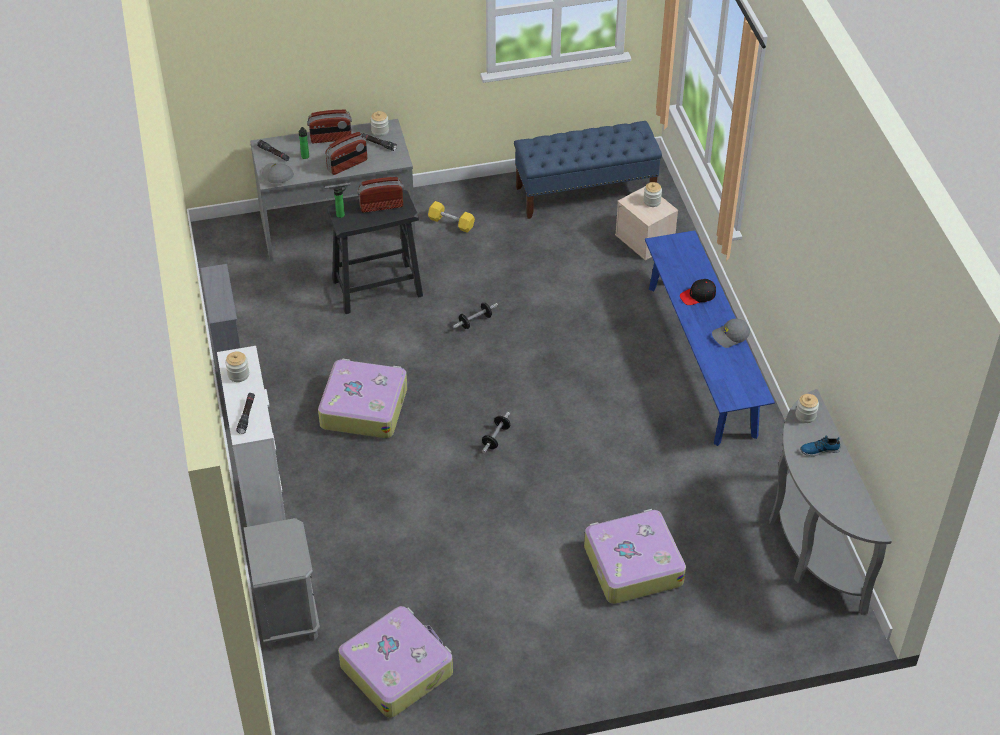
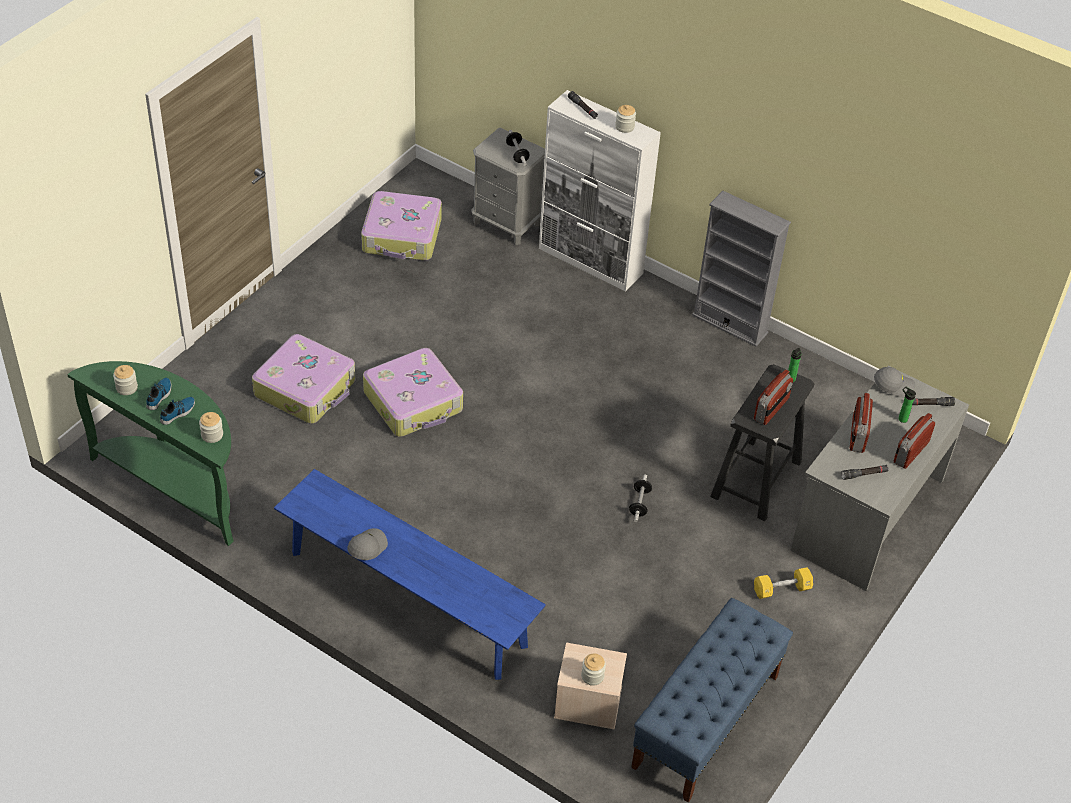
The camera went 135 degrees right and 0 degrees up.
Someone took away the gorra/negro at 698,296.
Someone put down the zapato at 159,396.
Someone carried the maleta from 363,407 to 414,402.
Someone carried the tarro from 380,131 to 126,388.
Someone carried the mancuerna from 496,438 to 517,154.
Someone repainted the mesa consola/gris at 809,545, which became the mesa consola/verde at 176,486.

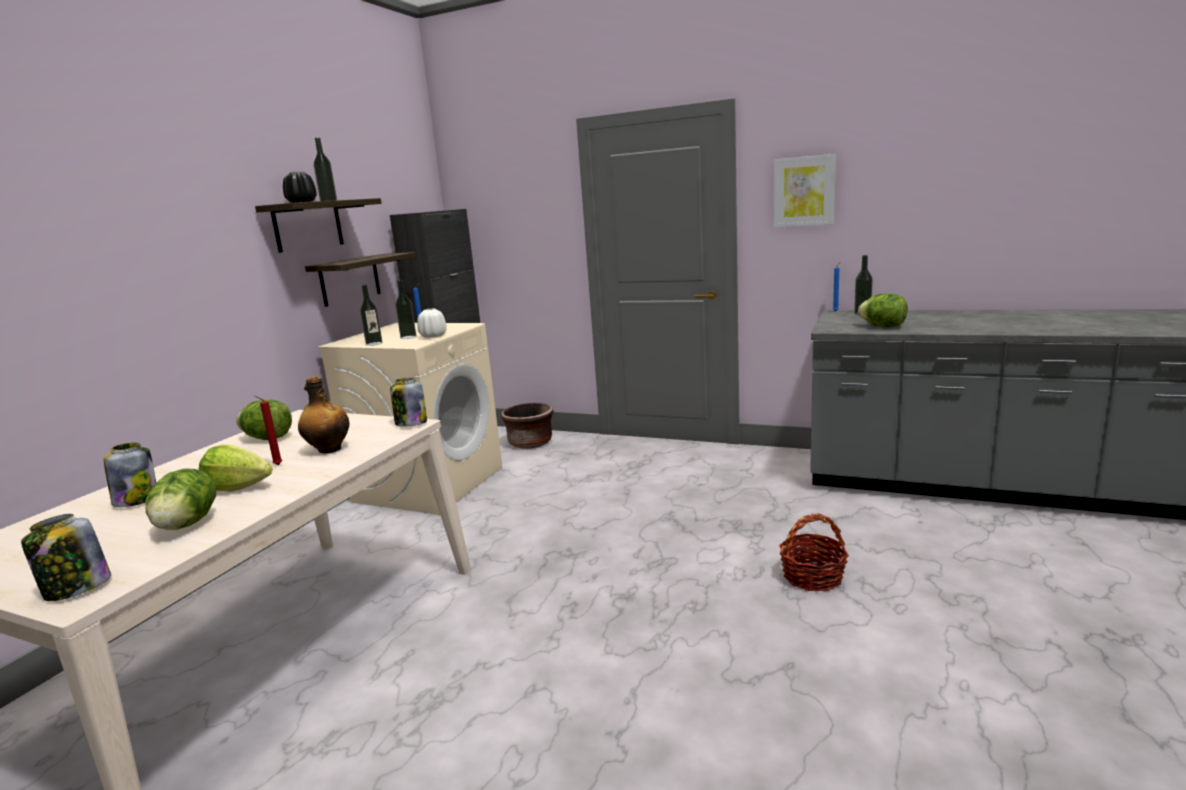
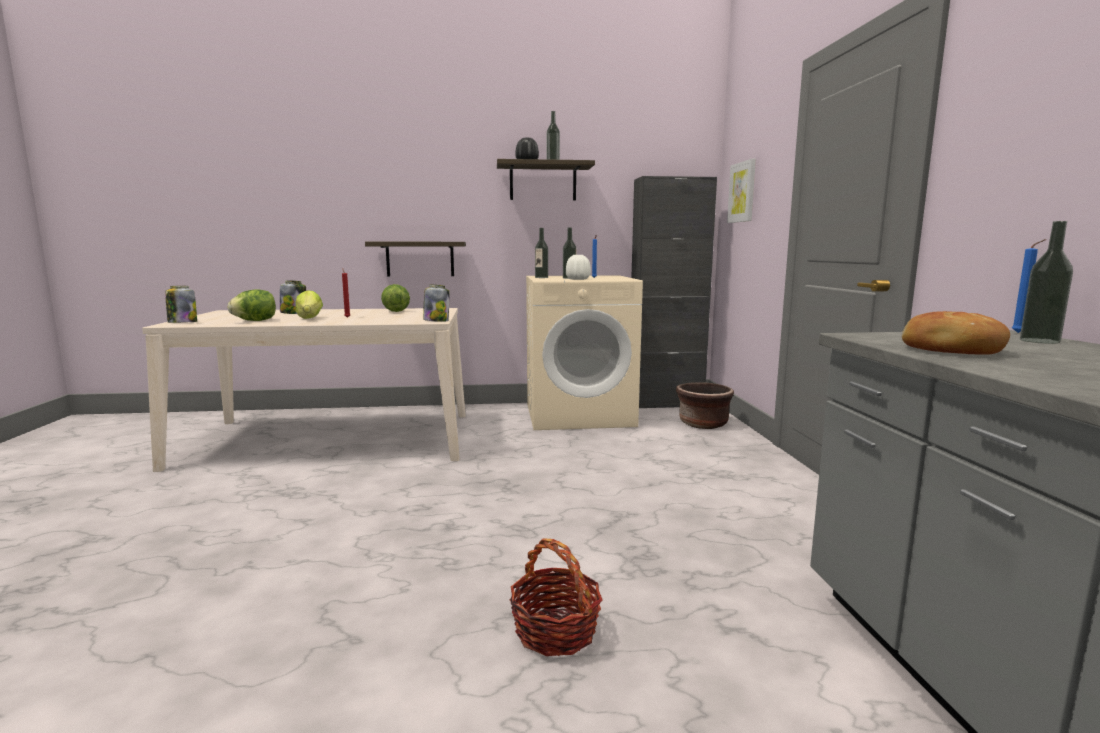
The camera went 60 degrees right and 5 degrees down.
Someone took away the botella at 328,449.
Someone carried the estante from 350,279 to 420,259.
Someone carried the cuadro from 804,191 to 742,192.
Someone swapped the lechuga at 883,327 for the pan at 950,350.

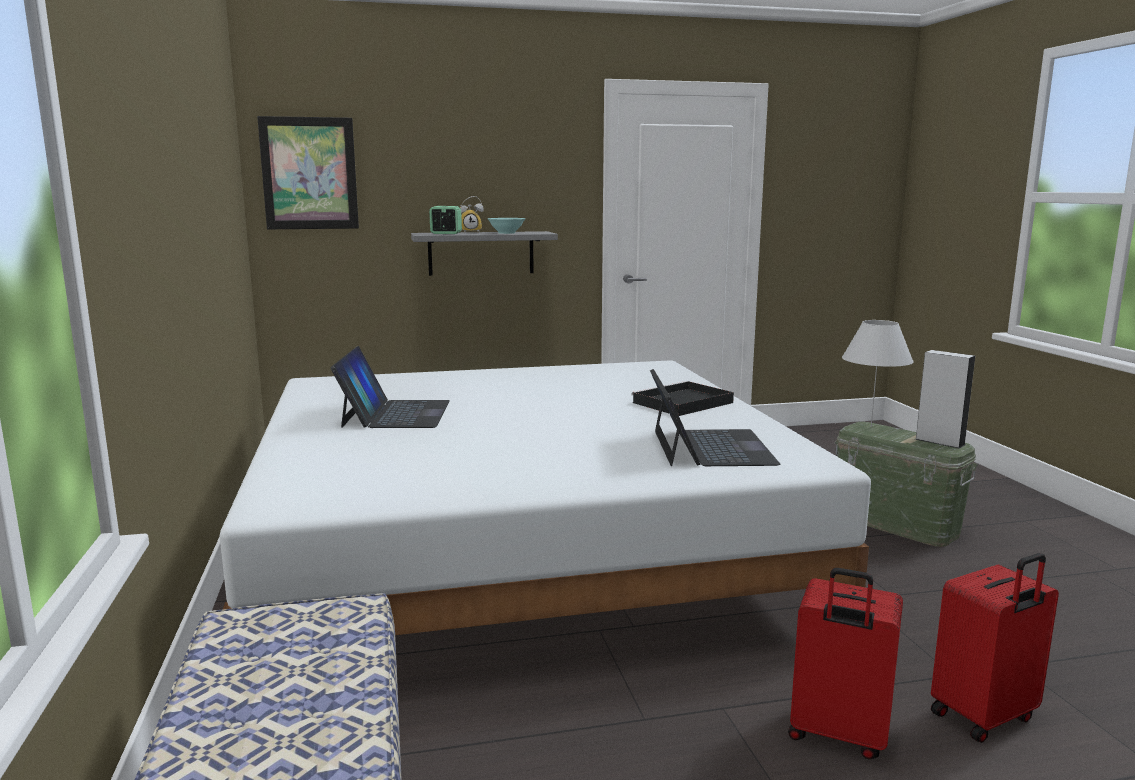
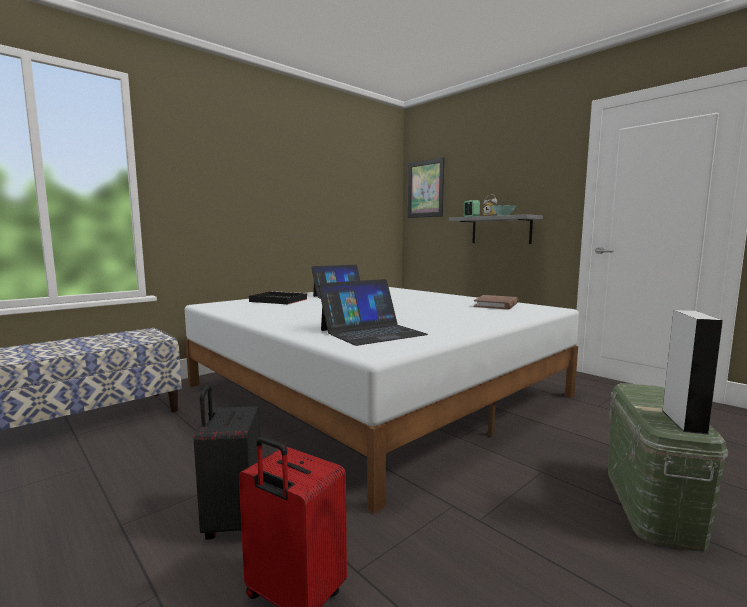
The camera went 60 degrees right and 5 degrees down.
Someone took away the lámpara de mesa/blanco at 870,427.
Someone put down the libro/marrón at 496,305.
Someone carried the bandeja/negro from 681,403 to 277,300.
Someone repainted the maleta/rojo at 837,735, which became the maleta/negro at 232,521.

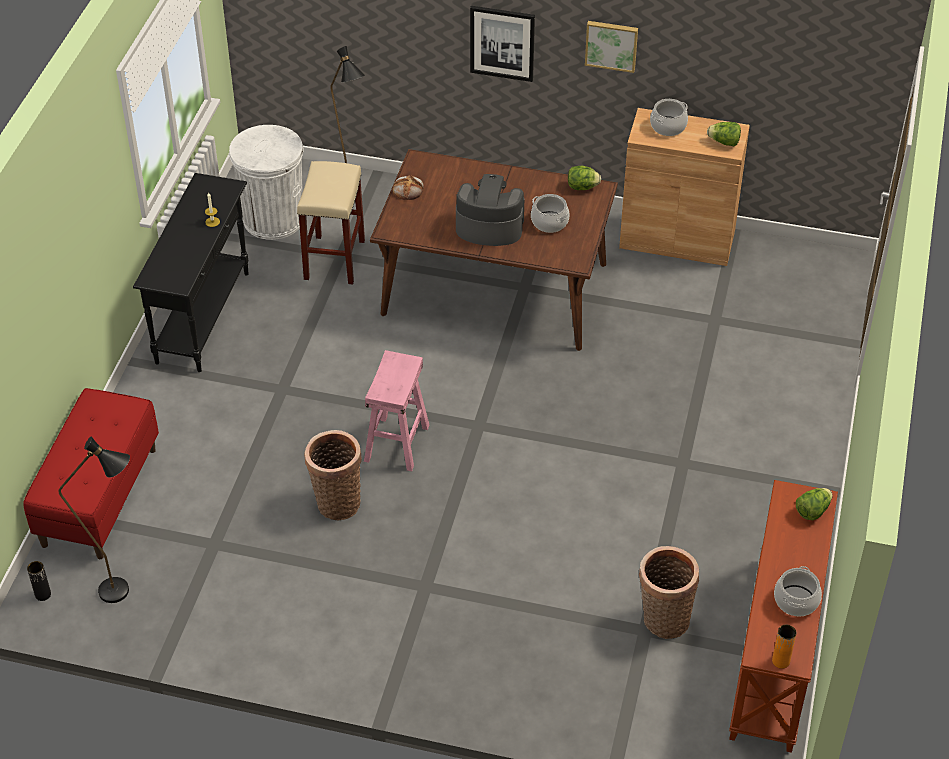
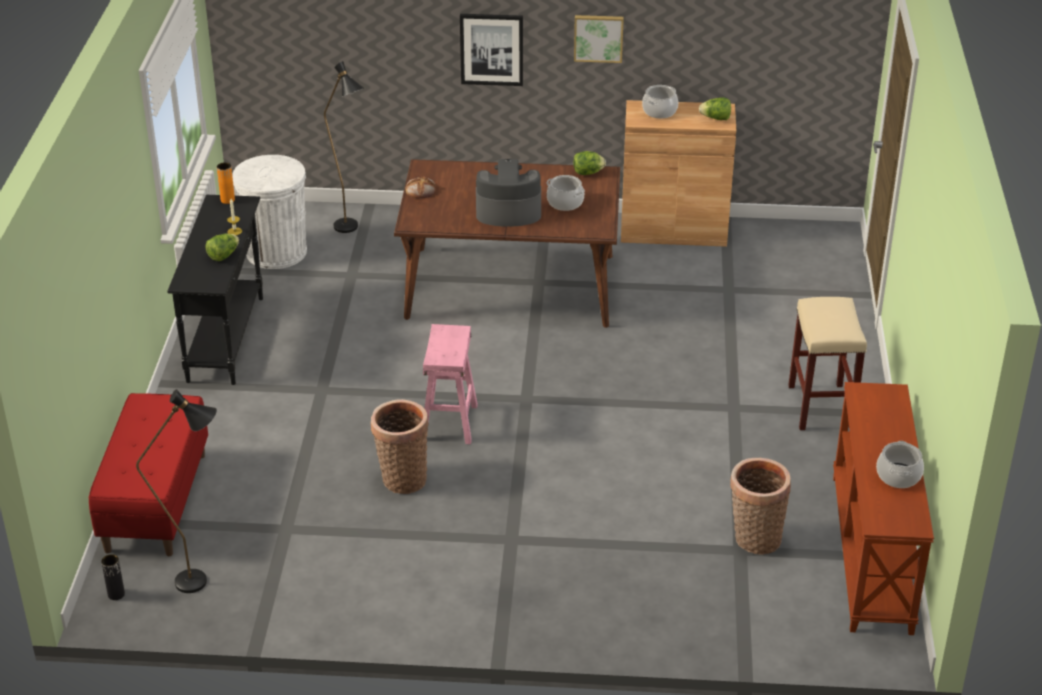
The camera went 10 degrees left and 10 degrees down.
Someone carried the taburete/beis from 334,259 to 820,406.
Someone carried the florero/naranja from 781,661 to 227,200.
Someone carried the lechuga from 812,511 to 223,255.

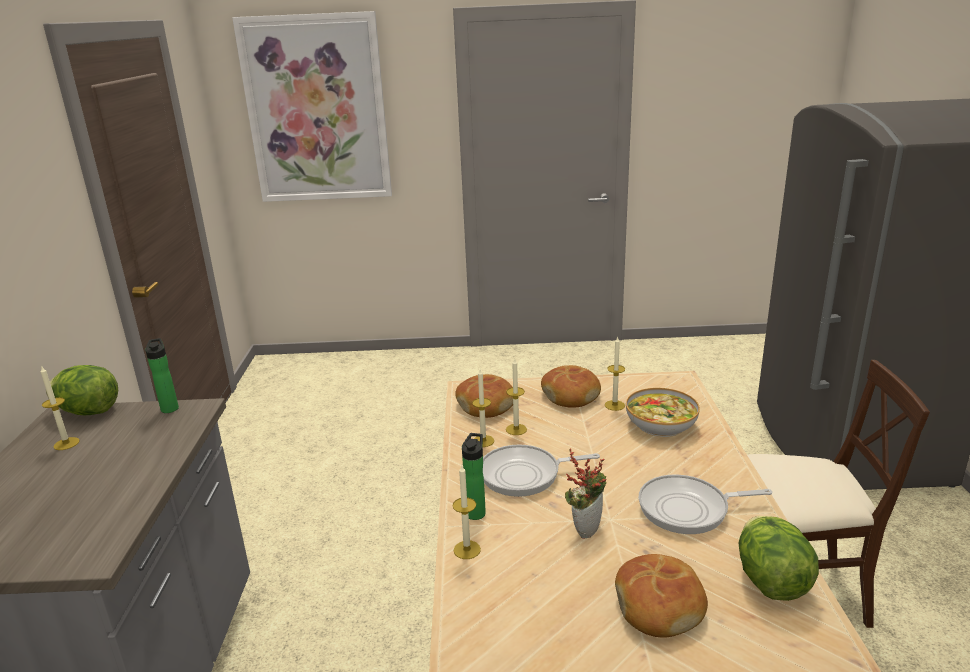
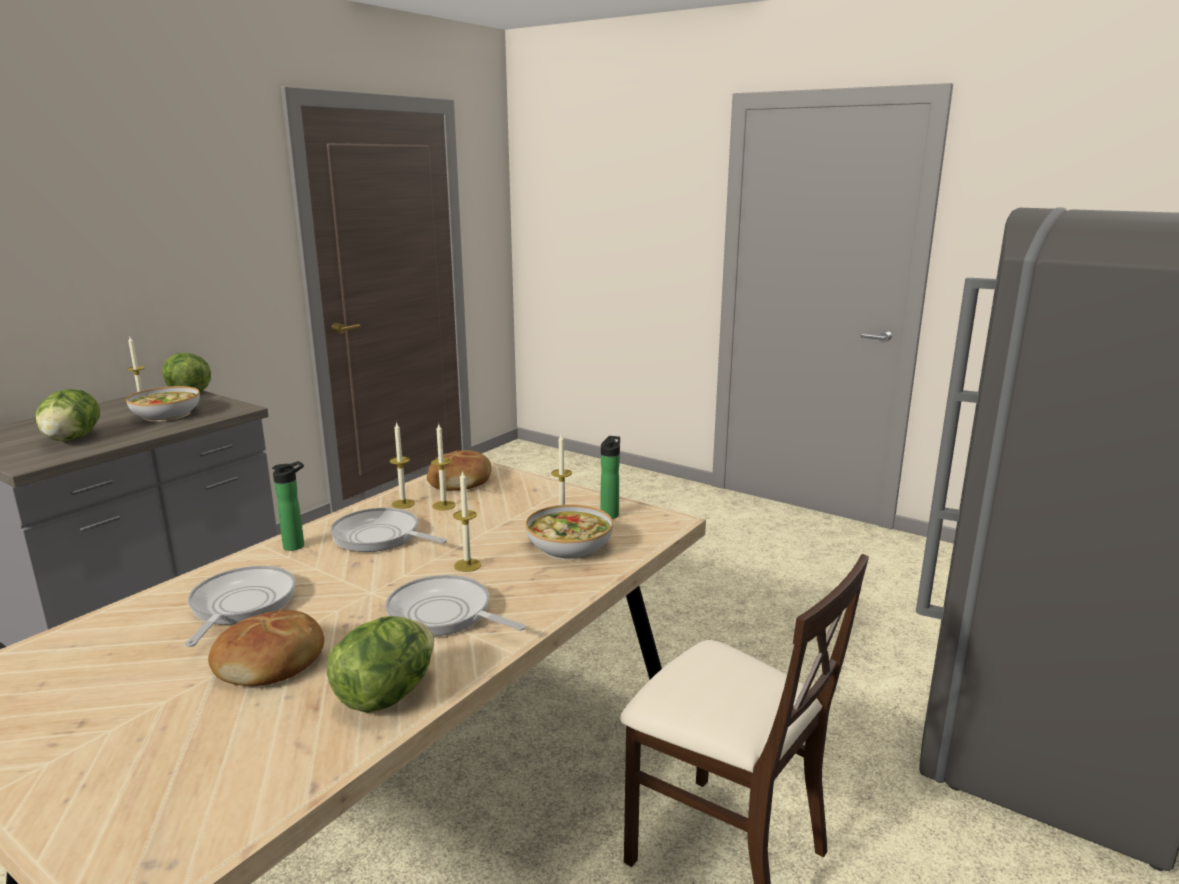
The camera went 35 degrees right and 5 degrees down.
Someone took away the cuadro at 317,110.
Someone took away the pan at 571,395.
Someone took away the planta en maceta at 585,527.
Someone put down the lechuga at 72,439.
Someone put down the cuenco at 166,415.
Someone put down the sartén at 240,605.
Someone carried the botella from 170,408 to 610,514.
Someone carried the vela from 467,550 to 467,565.

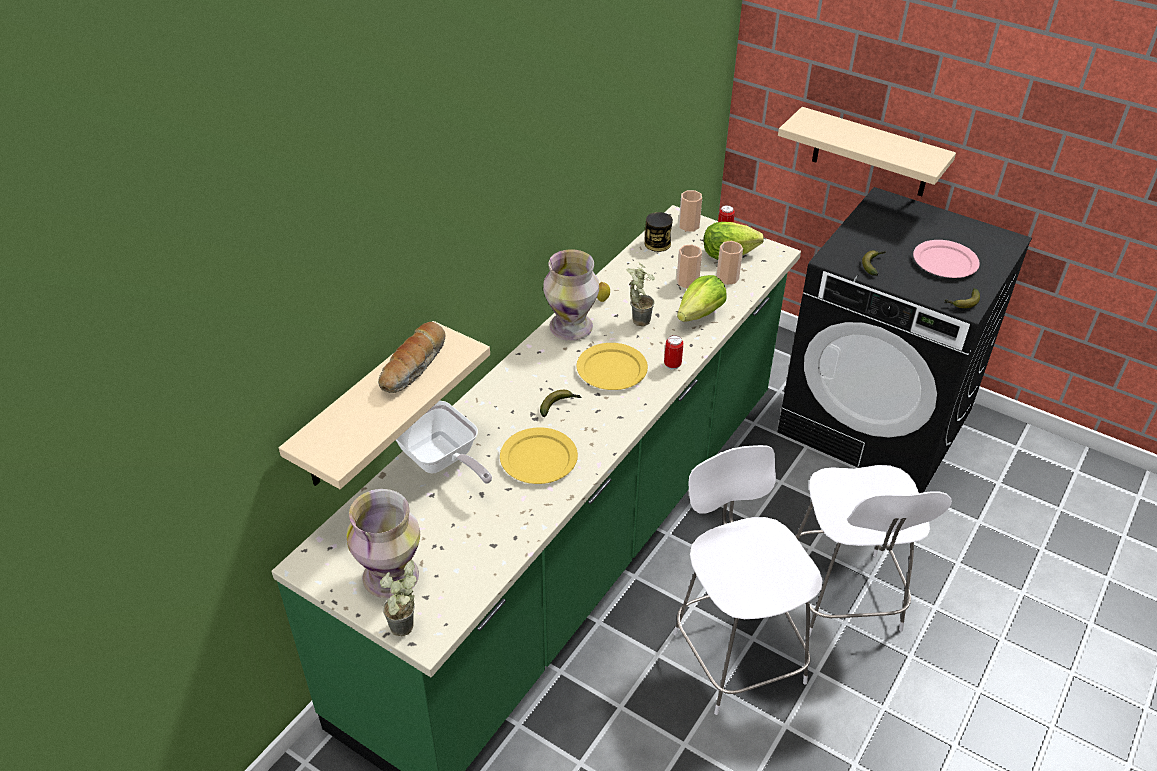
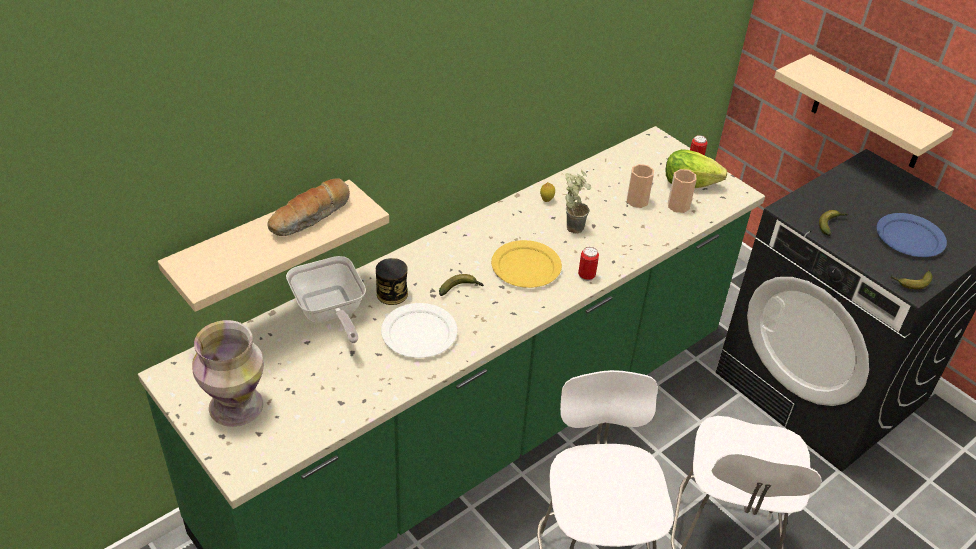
The camera went 15 degrees right and 0 degrees up.
Someone took away the planta en maceta at 405,632.
Someone took away the florero at 571,328.
Someone took away the lechuga at 700,314.
Someone took away the taza at 689,226.
Someone carried the lata from 657,243 to 392,294.
Someone repainted the plato/amarillo at 538,459, which became the plato/blanco at 418,333.
Someone repainted the plato/rosa at 944,262, which became the plato/azul at 909,238.

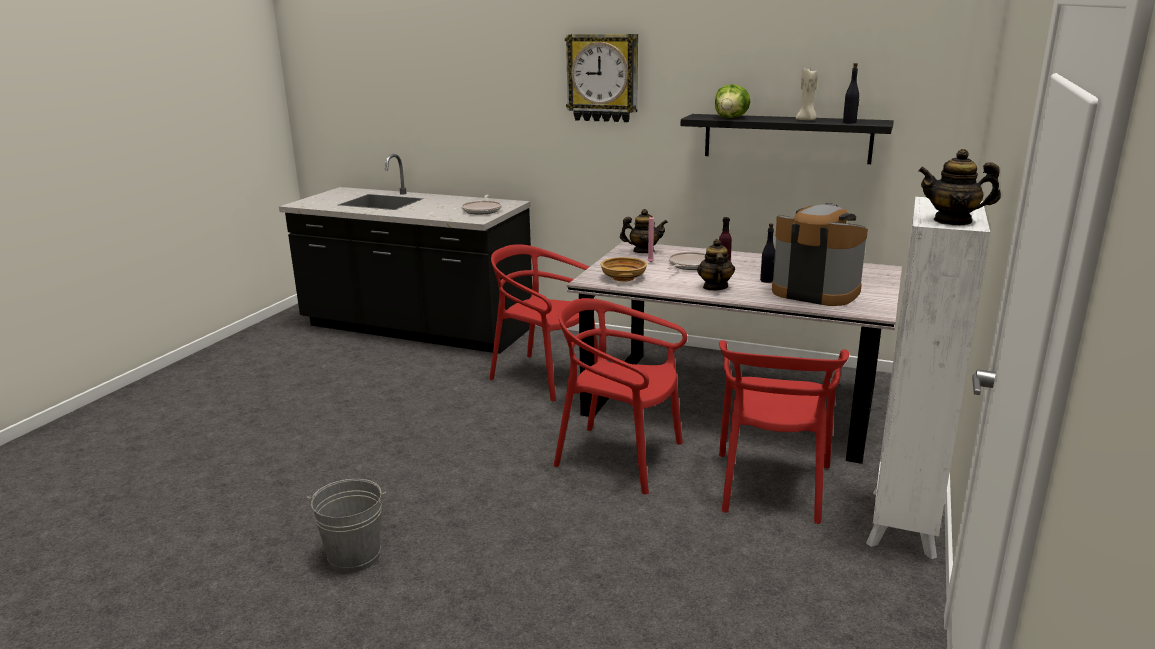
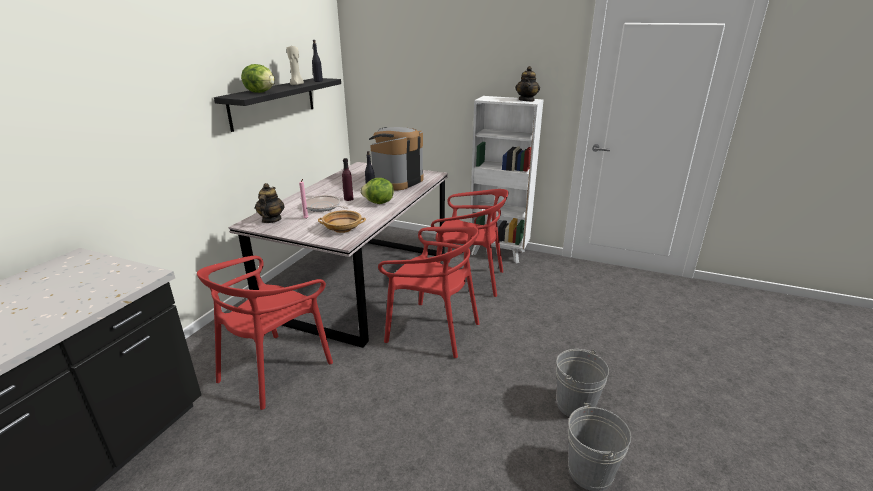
The camera went 90 degrees left and 5 degrees up.
Someone took away the sartén at 482,210.
Someone took away the reloj de pared at 603,78.
Someone put down the cubo/gris at 575,405.
Someone swapped the tetera at 714,287 for the lechuga at 378,203.
Someone rotated the silla/rojo at 619,457 by 90 degrees counterclockwise.

